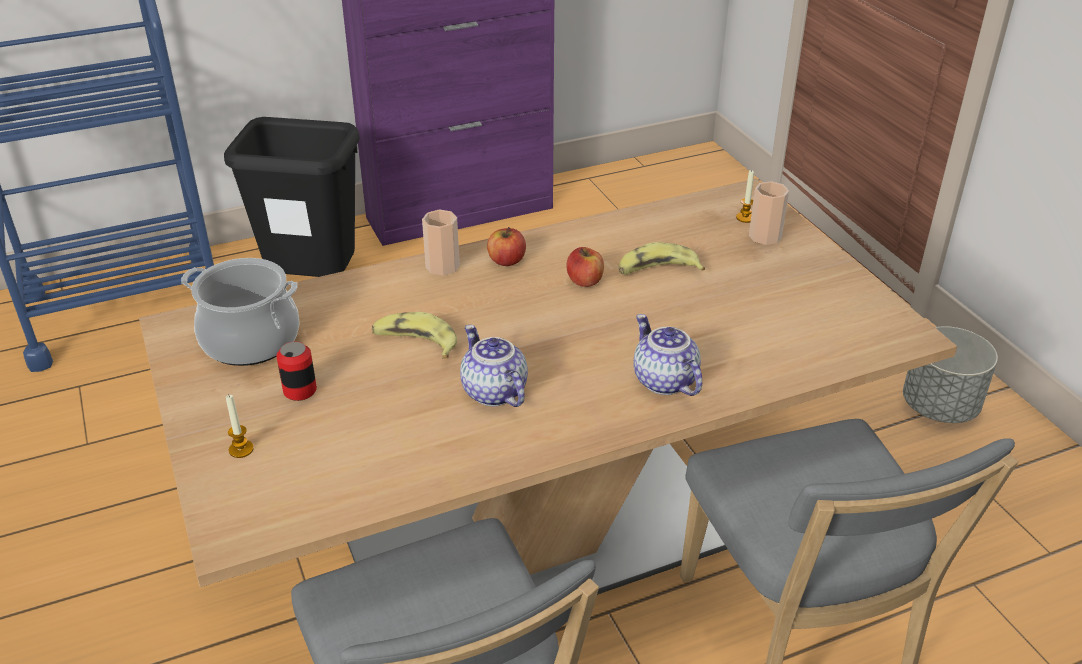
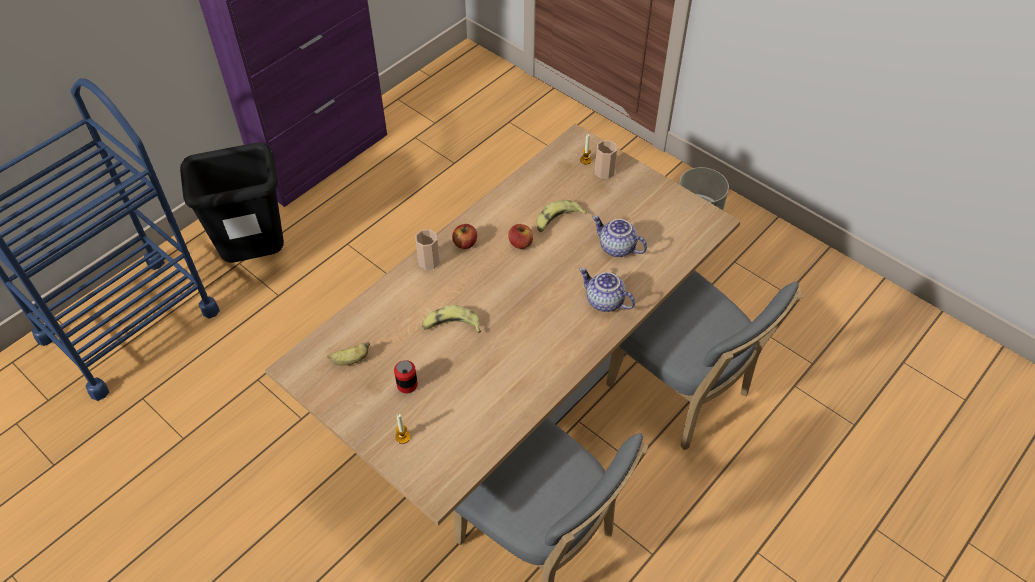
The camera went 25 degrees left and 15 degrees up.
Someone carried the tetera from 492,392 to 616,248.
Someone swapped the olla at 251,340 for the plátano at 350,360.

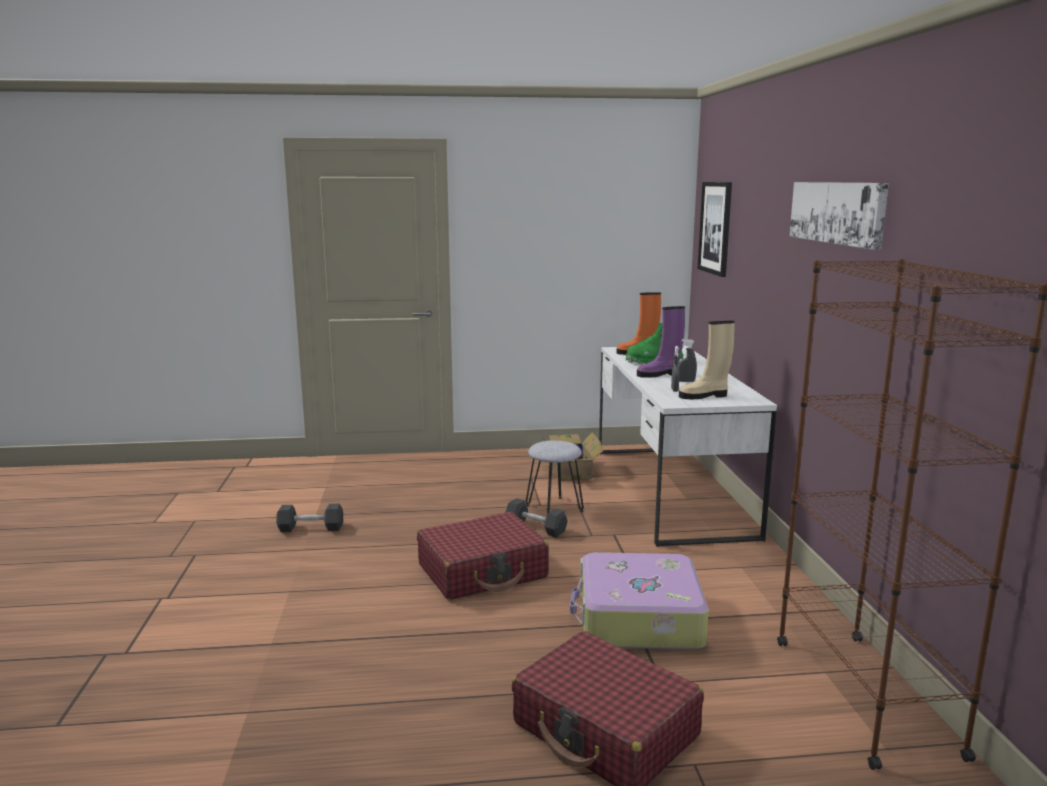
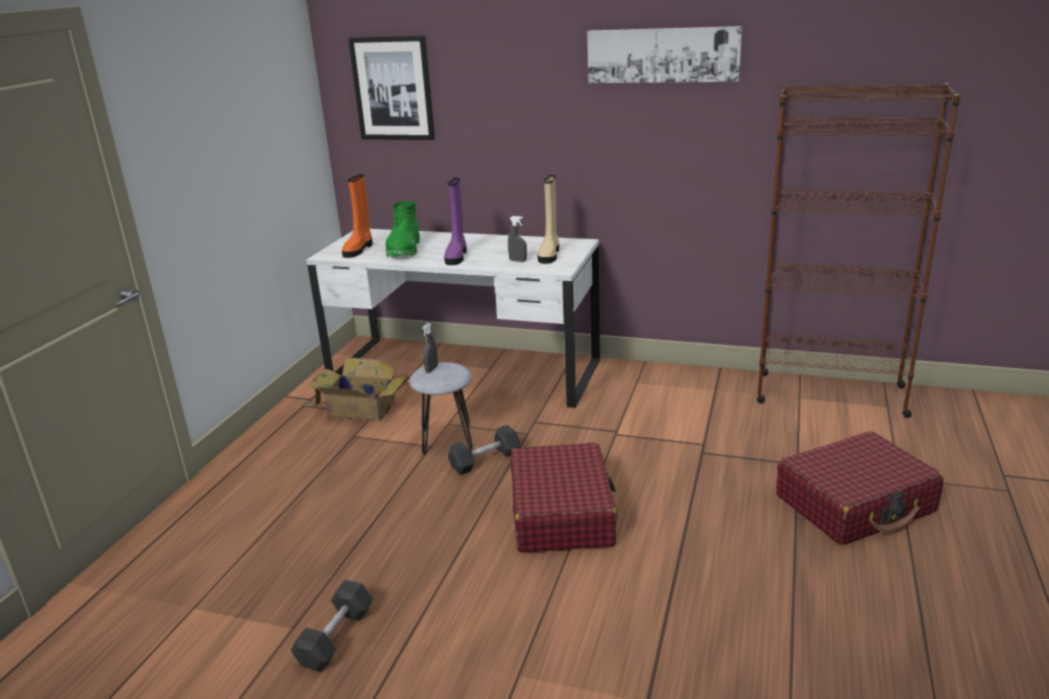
The camera went 65 degrees left and 10 degrees up.
Someone took away the maleta at 638,619.
Someone carried the pulverizador/gris from 686,381 to 431,369.

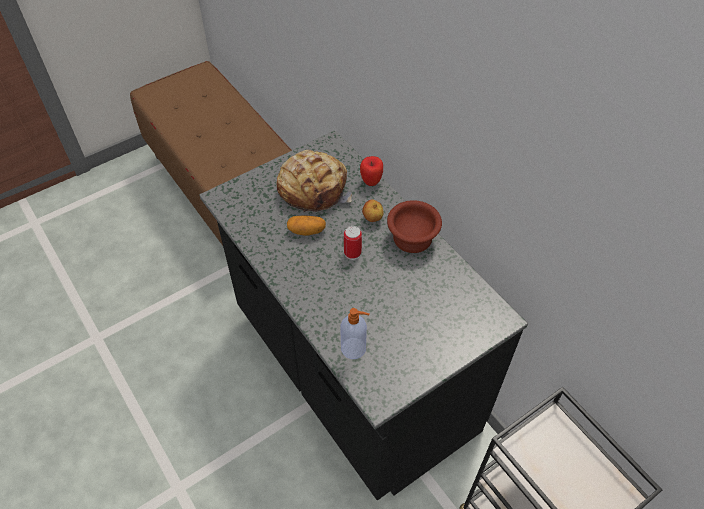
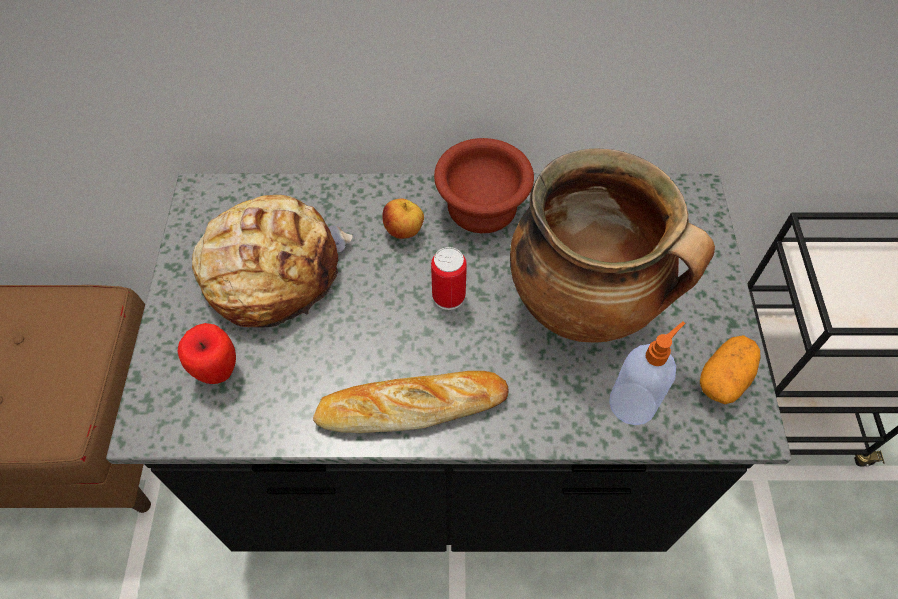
The camera went 55 degrees left and 5 degrees up.
Someone put down the pan at 411,405.
Someone put down the olla at 584,307.
Someone carried the patata from 306,231 to 724,378.
Someone carried the manzana from 371,181 to 218,371.

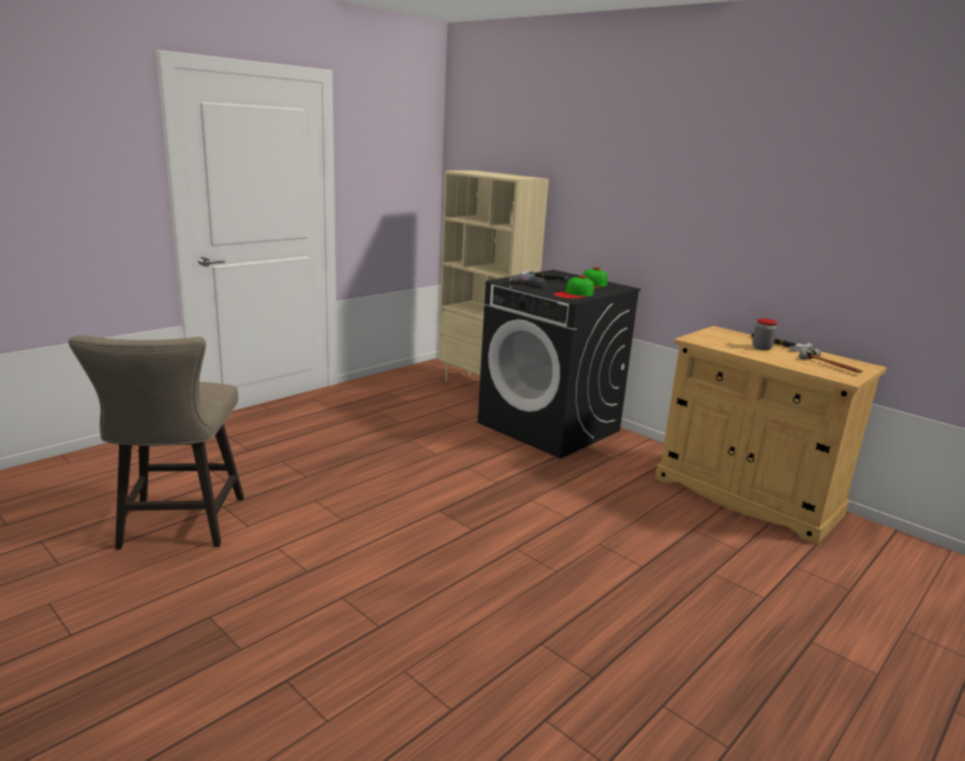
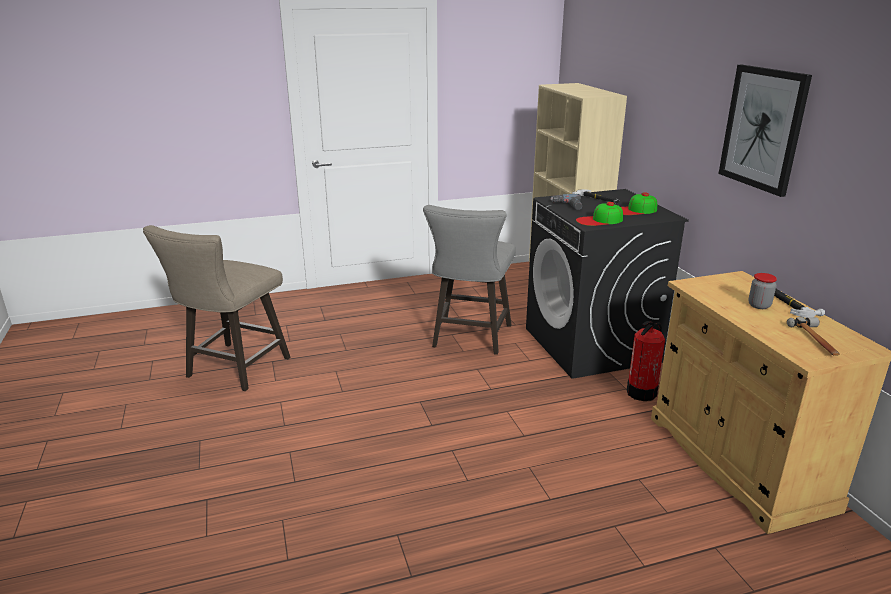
The camera went 30 degrees right and 5 degrees up.
Someone put down the taburete/gris at 469,338.
Someone put down the extintor at 642,393.
Someone put up the cuadro at 763,128.

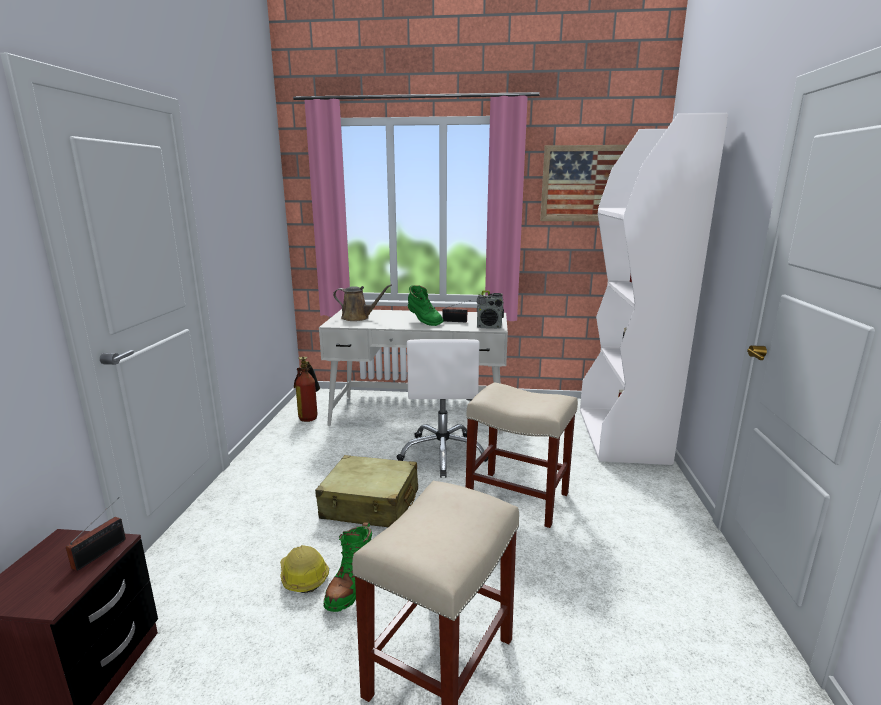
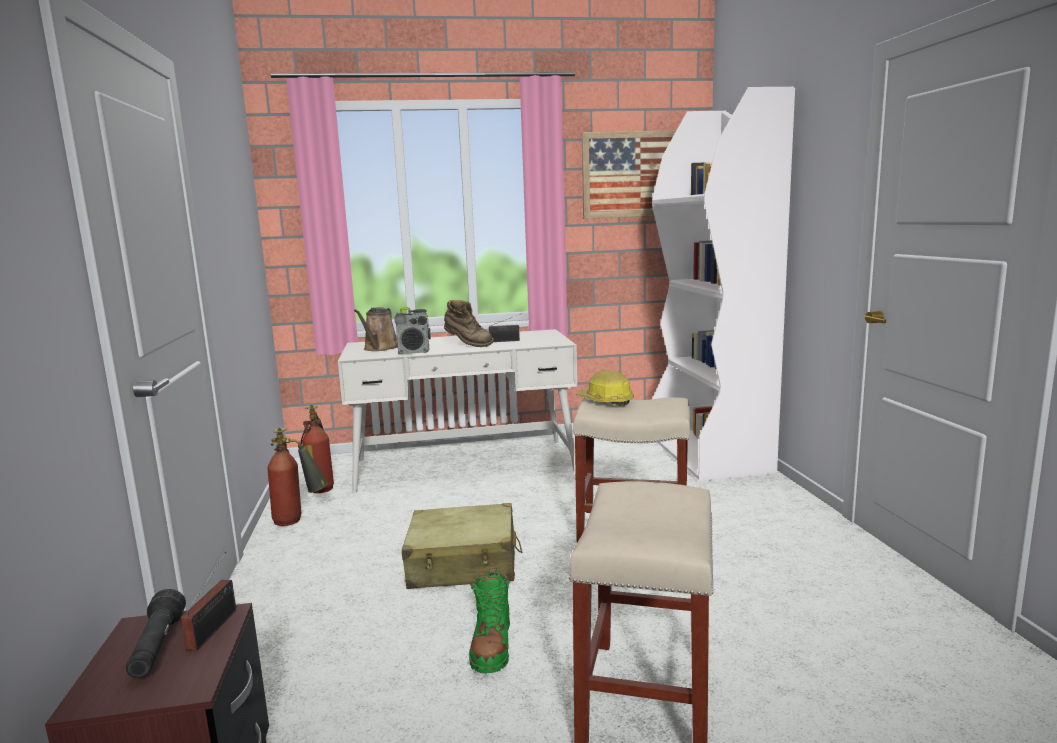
The camera went 15 degrees left and 5 degrees down.
Someone took away the silla de oficina/blanco at 443,453.
Someone put down the linterna/negro at 157,648.
Someone put down the extintor at 299,521.
Someone carried the casco from 303,576 to 606,401.
Someone carried the radio from 489,327 to 414,352.
Someone repainted the bota/verde at 423,322, which became the bota/marrón at 468,345.
Someone rotated the regadera/marrón at 358,318 by 105 degrees clockwise.

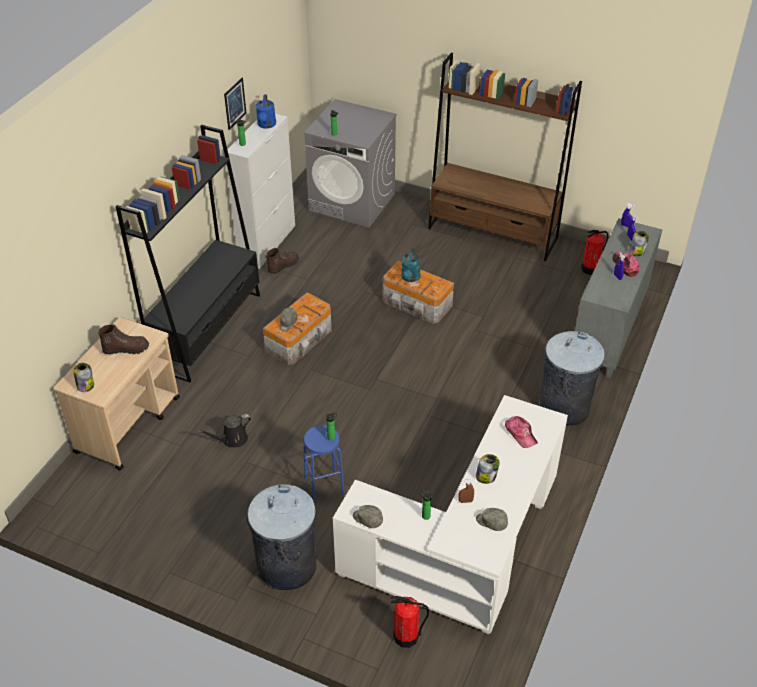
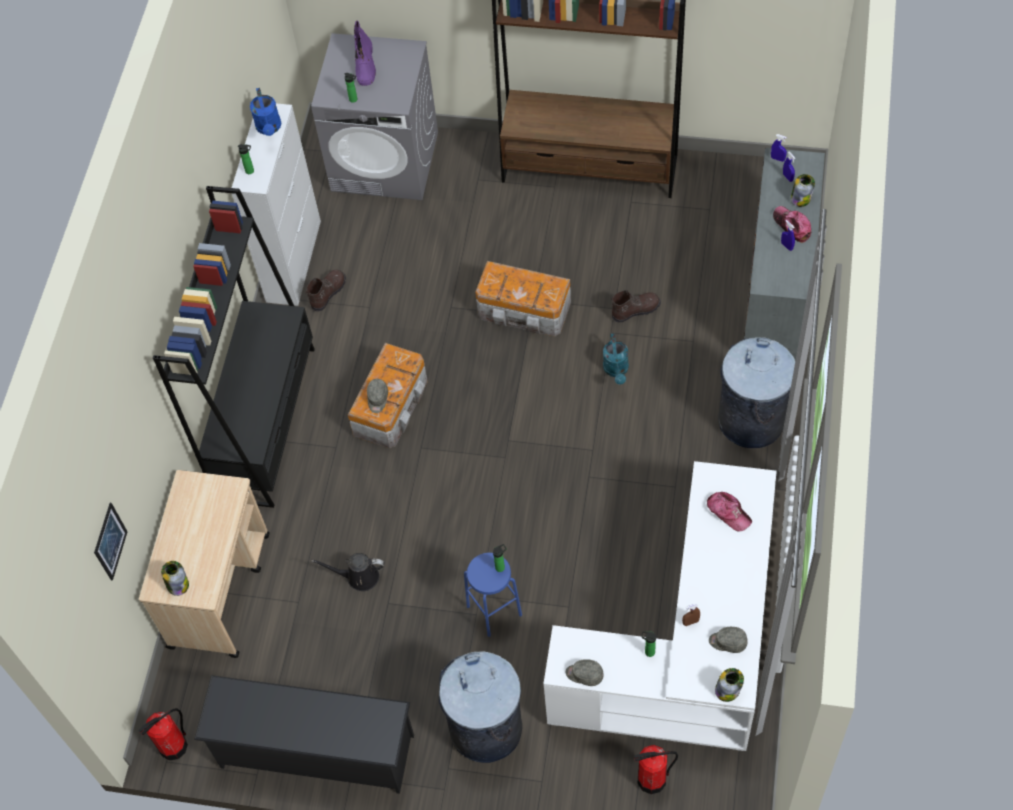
The camera went 10 degrees left and 15 degrees up.
Someone put down the zapatero/negro at 316,751.
Someone put down the bota/morado at 365,66.
Someone carried the bota/marrón from 126,349 to 635,310.
Someone carried the cuadro from 235,103 to 110,541.
Someone carried the regadera/turquesa from 410,278 to 616,370.
Someone carried the tarro from 486,476 to 728,690.
Someone carried the extintor from 590,269 to 174,746.
Someone rotated the regadera/negro at 232,440 by 45 degrees clockwise.

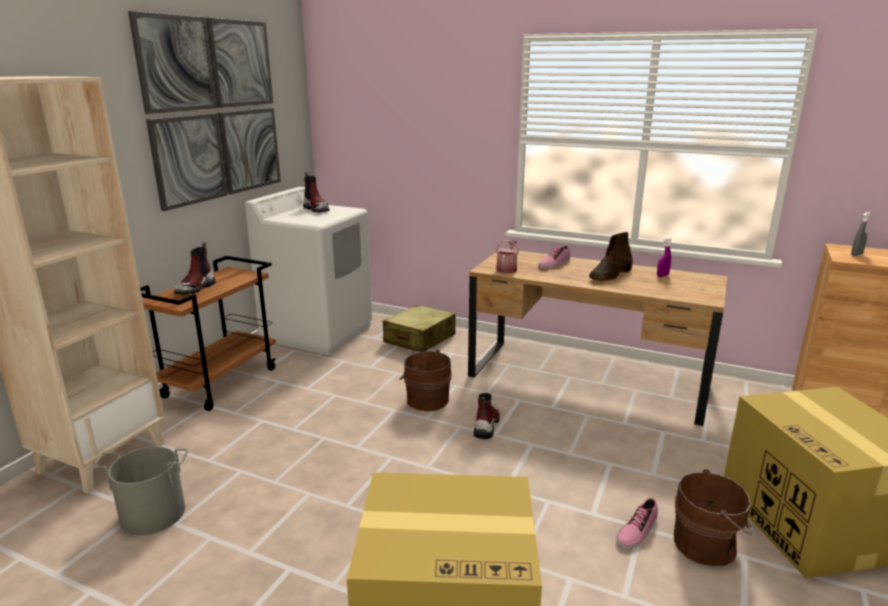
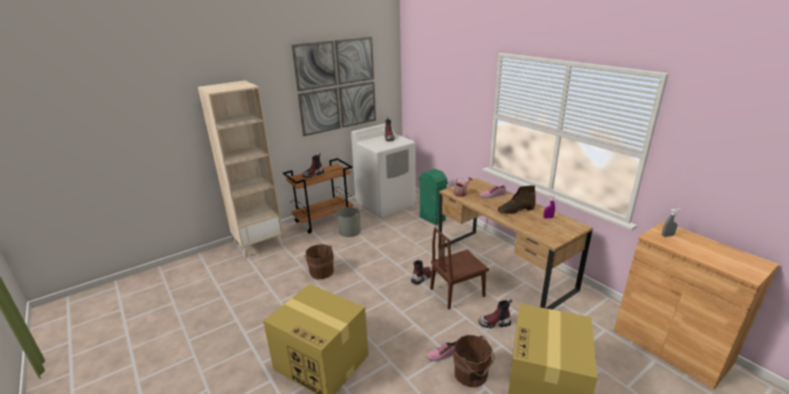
The camera went 30 degrees right and 5 degrees up.
Someone put down the silla/marrón at 457,292.
Someone put down the bota at 495,323.
Someone carried the cubo/gris from 153,513 to 350,231.
Someone carried the cubo/marrón from 426,399 to 321,271.
Someone swapped the maleta/beis at 419,339 for the papelera/verde at 432,219.

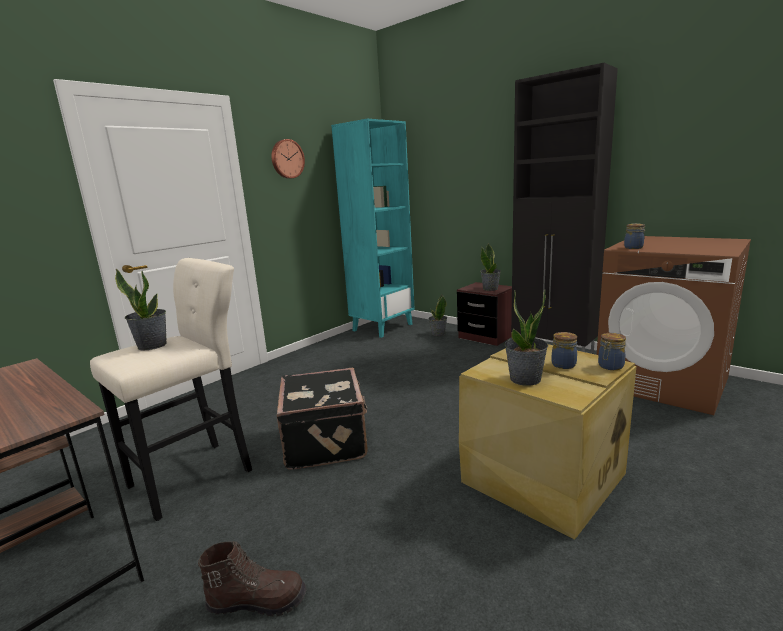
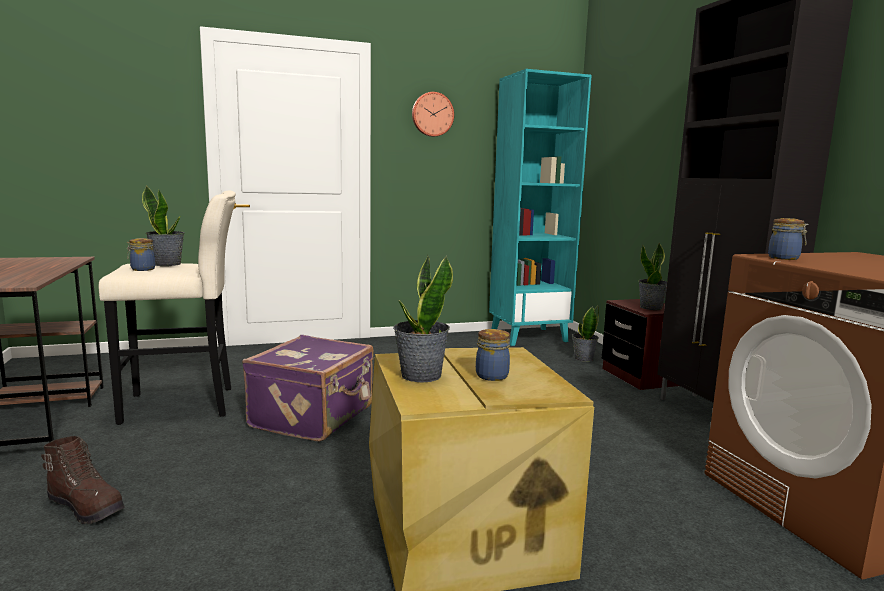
The camera went 30 degrees right and 5 degrees down.
Someone carried the tarro from 610,366 to 142,269.
Someone repainted the maleta/negro at 327,441, which became the maleta/morado at 314,417.

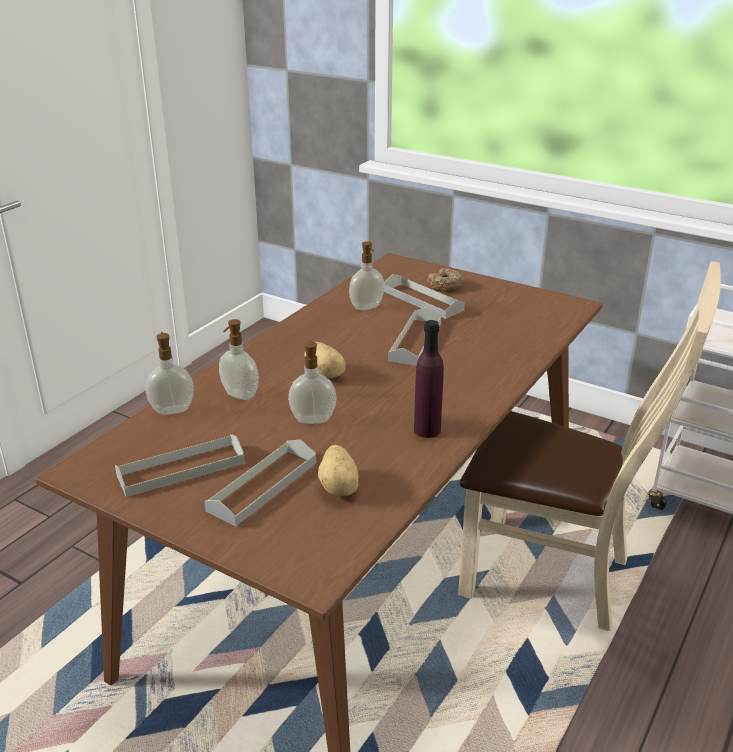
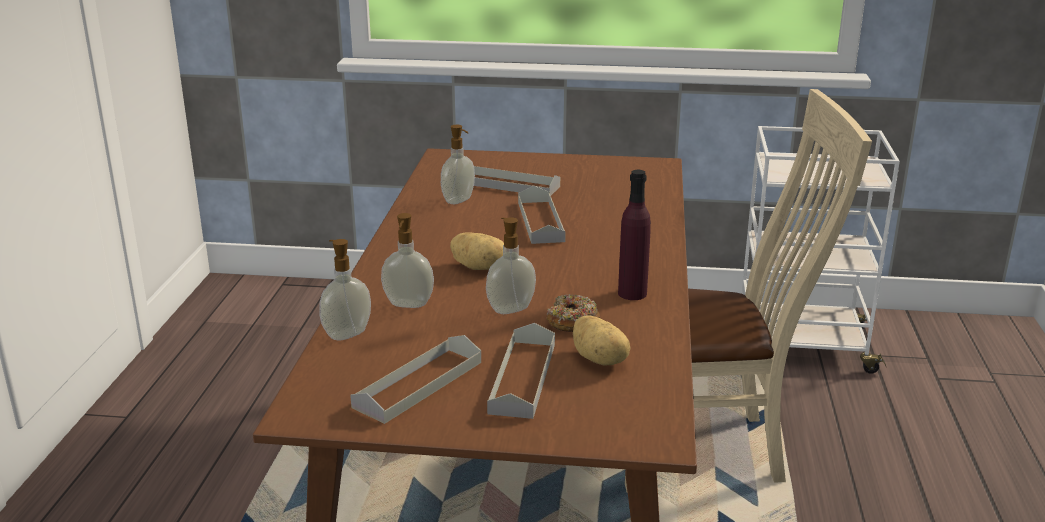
The camera went 25 degrees left and 5 degrees down.
Someone carried the rosquilla from 445,286 to 572,321.

